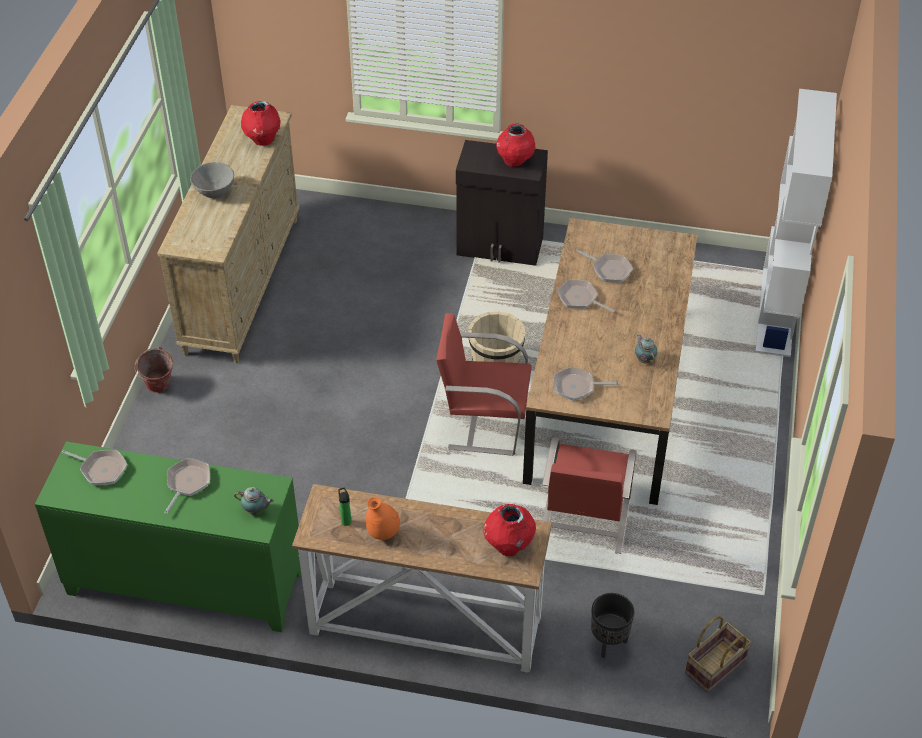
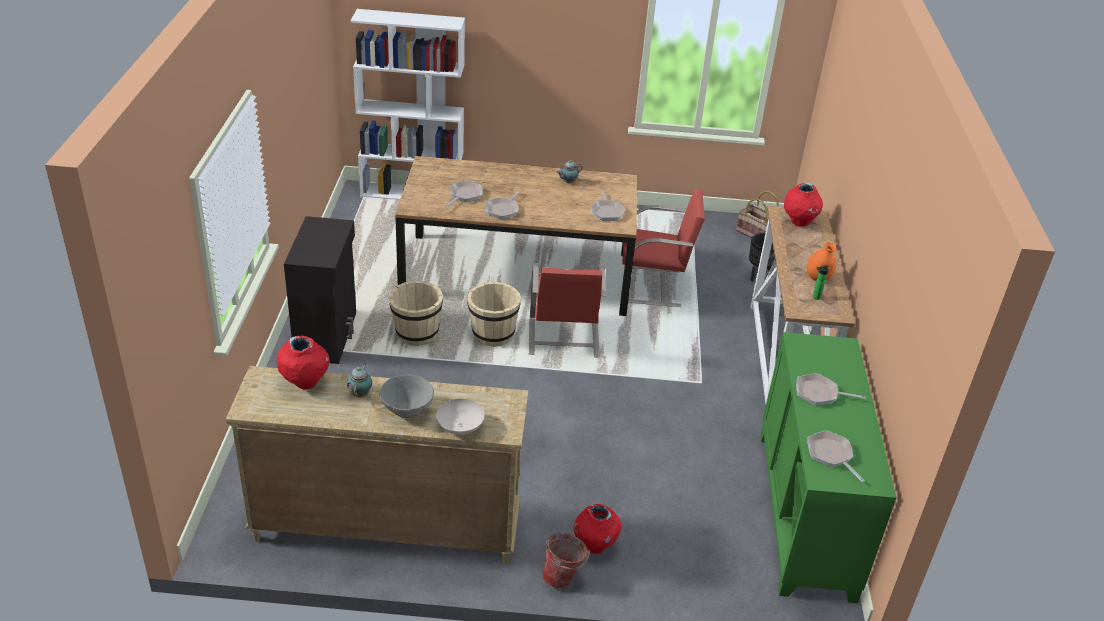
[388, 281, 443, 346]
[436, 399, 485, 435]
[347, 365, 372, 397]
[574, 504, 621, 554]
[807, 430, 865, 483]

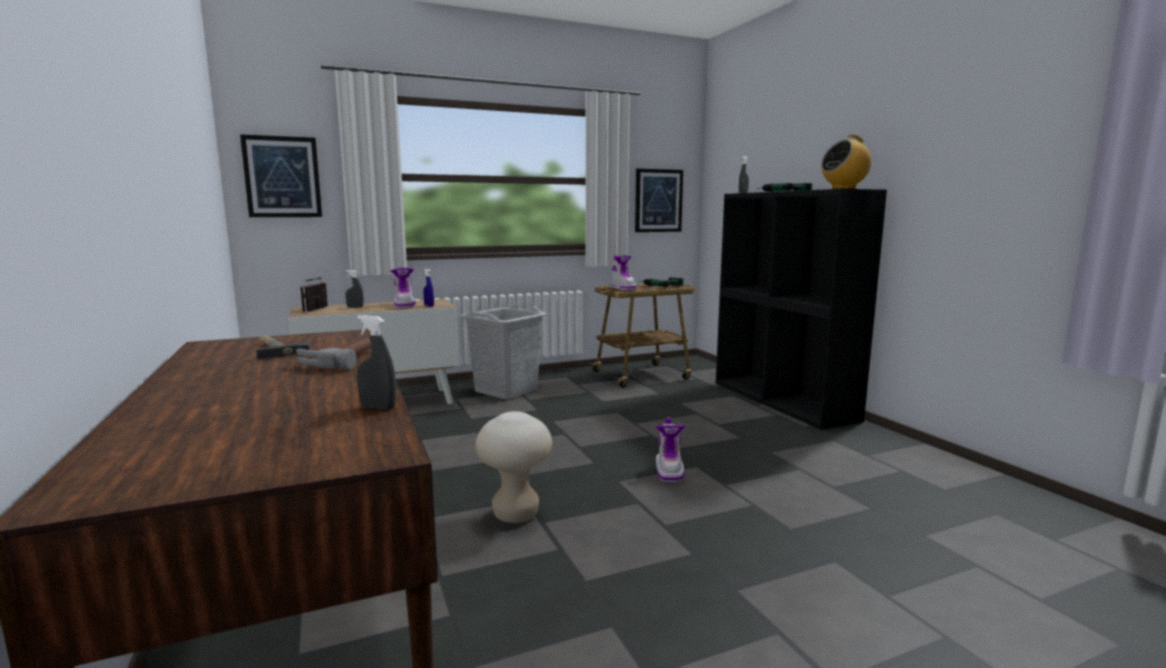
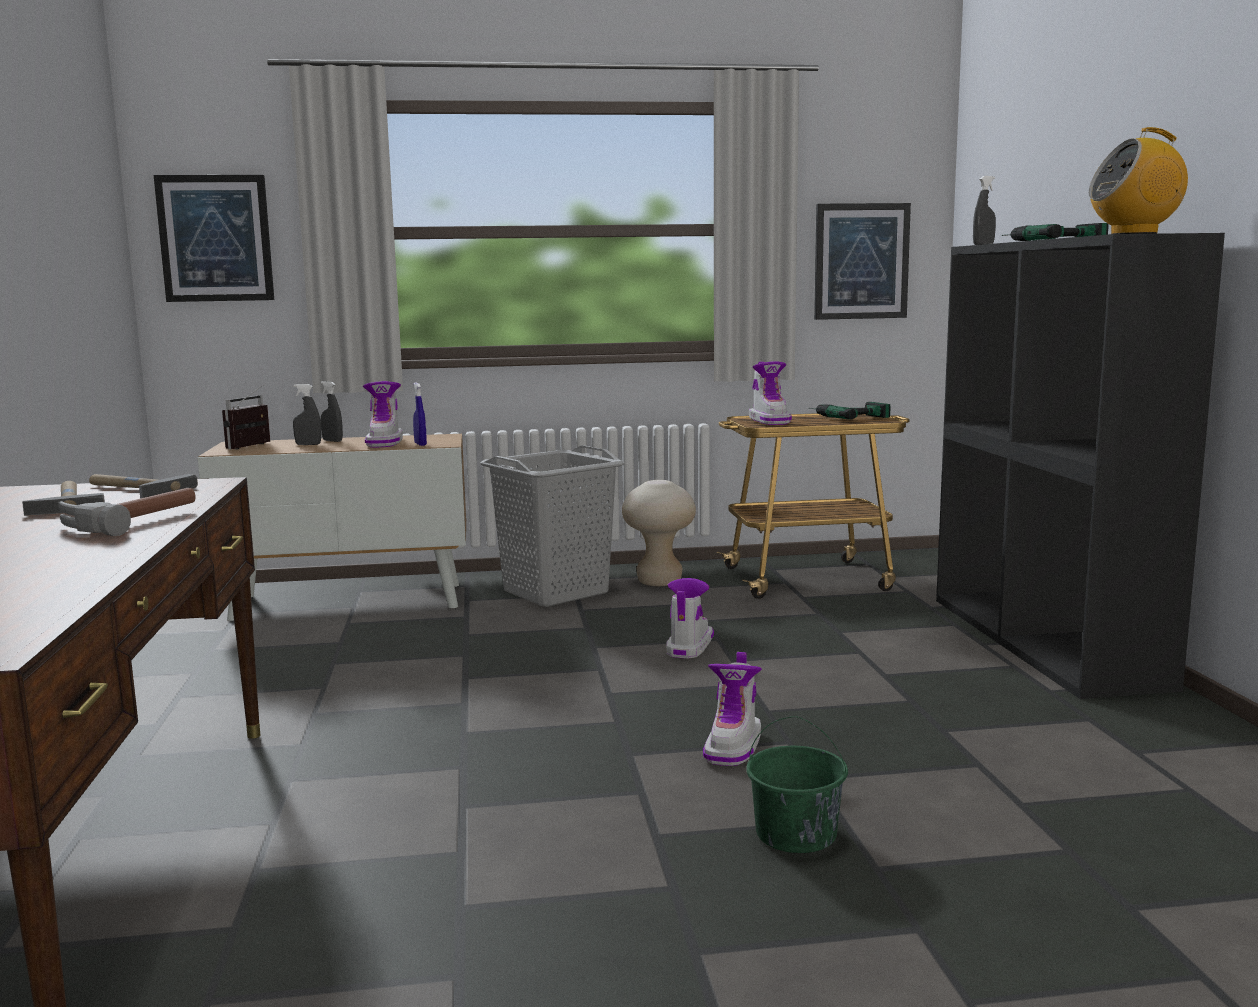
[89, 474, 198, 499]
[666, 578, 714, 659]
[746, 716, 848, 853]
[321, 381, 343, 442]
[622, 480, 696, 586]

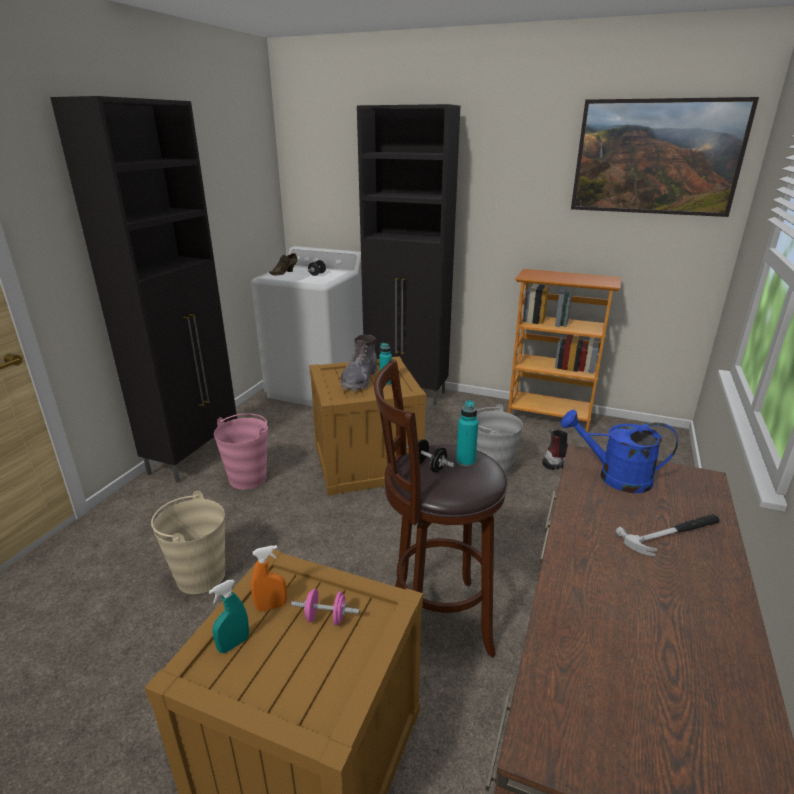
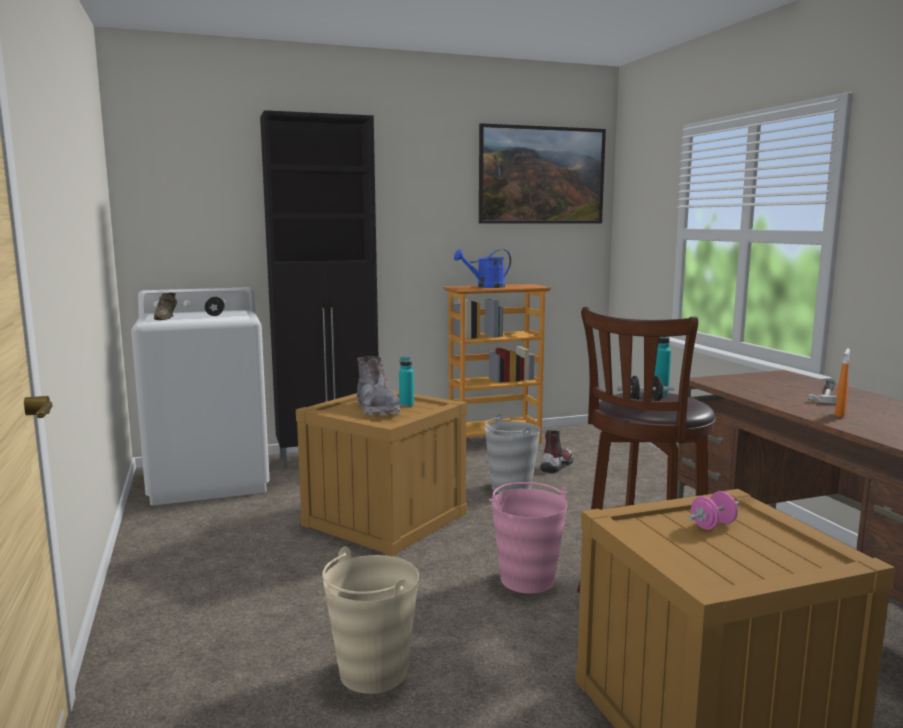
[50, 96, 237, 483] (first image)
[209, 580, 249, 653] (first image)
[489, 482, 567, 593]
[835, 348, 850, 417]
[454, 249, 511, 288]

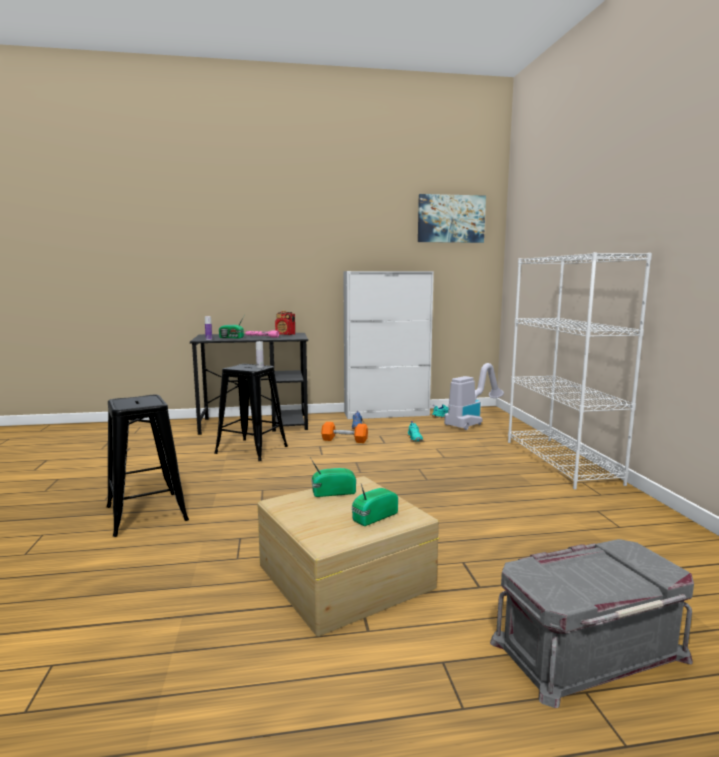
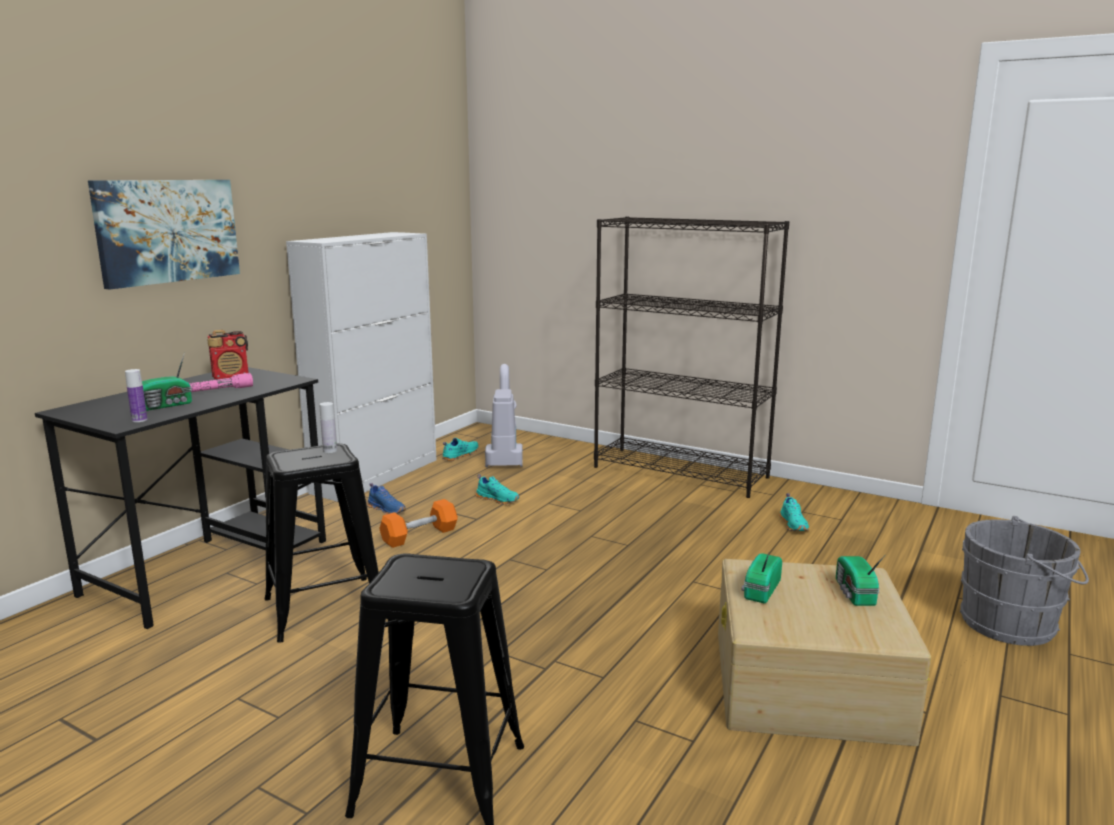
[779, 493, 809, 531]
[88, 180, 240, 290]
[960, 516, 1089, 646]
[594, 216, 789, 498]

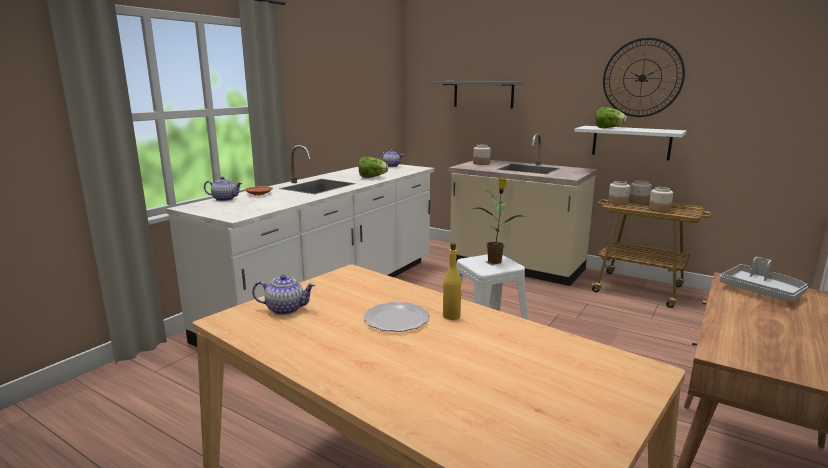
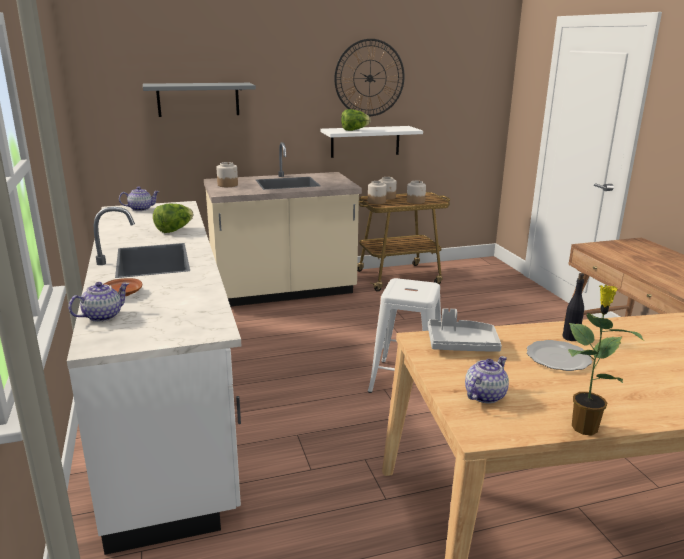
[567, 285, 644, 436]
[428, 308, 502, 352]
[562, 273, 584, 341]

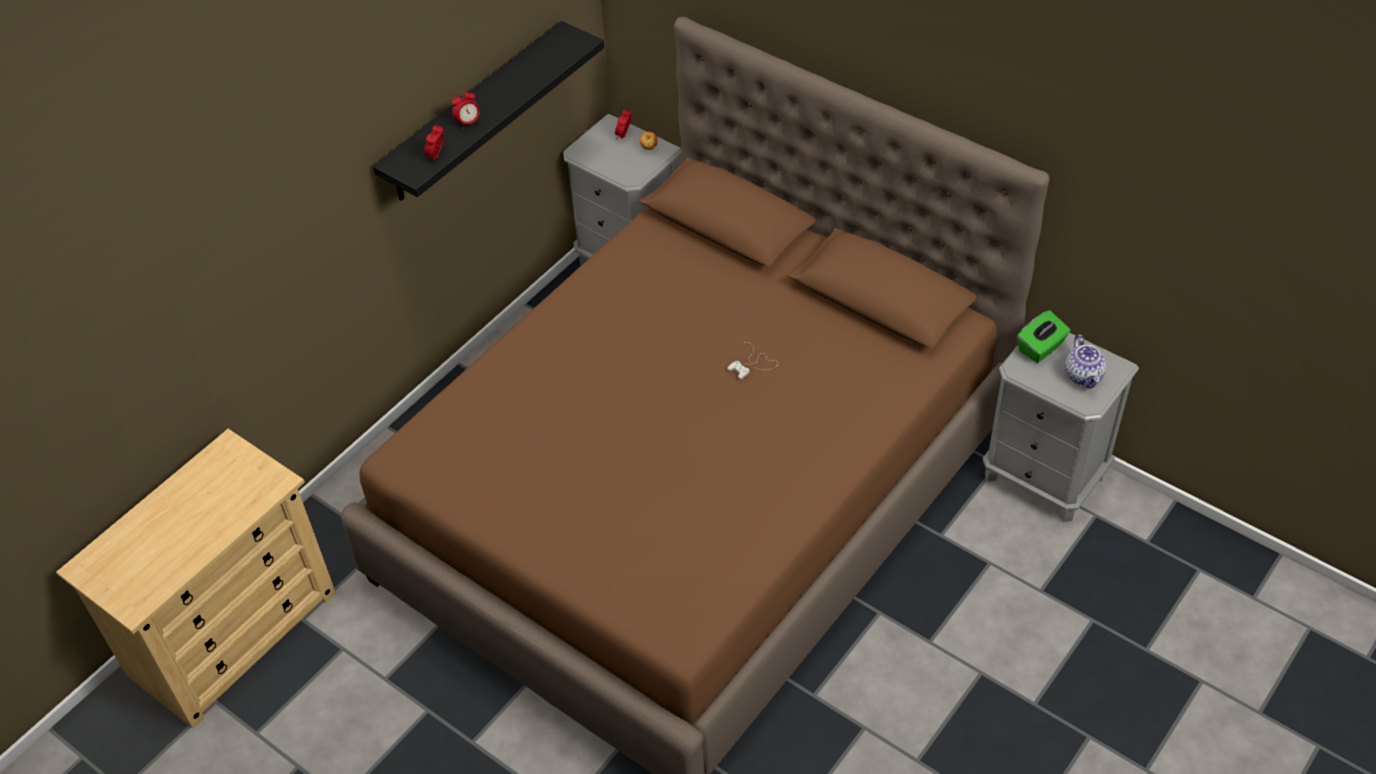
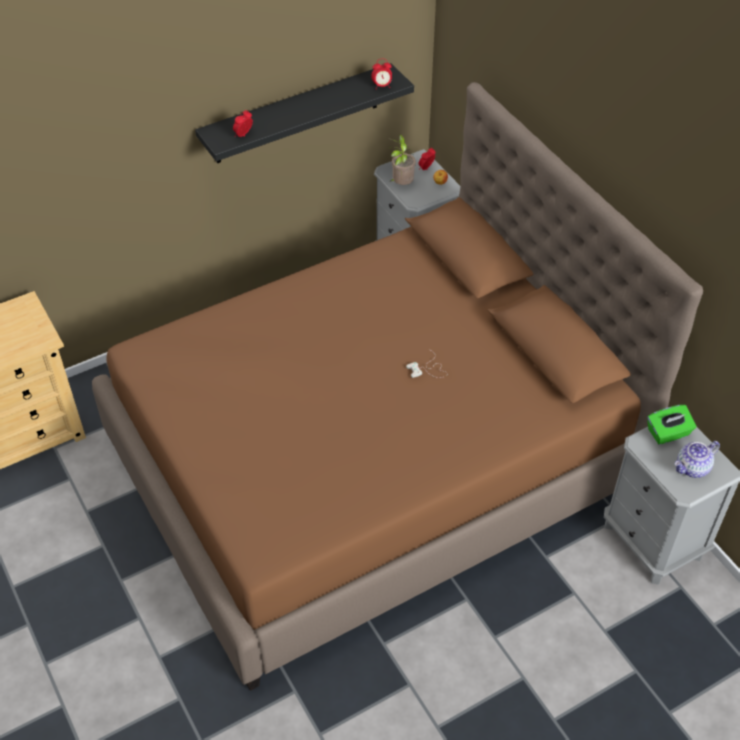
[388, 134, 416, 185]
[371, 59, 392, 89]
[674, 441, 720, 478]

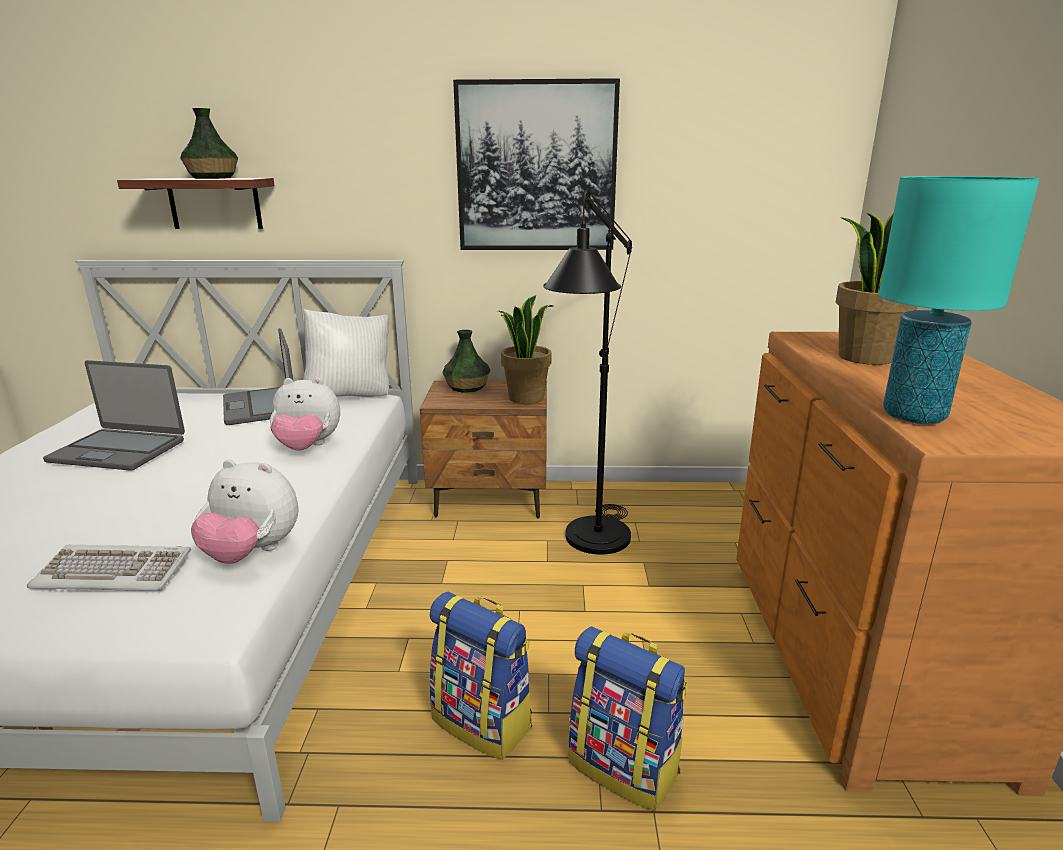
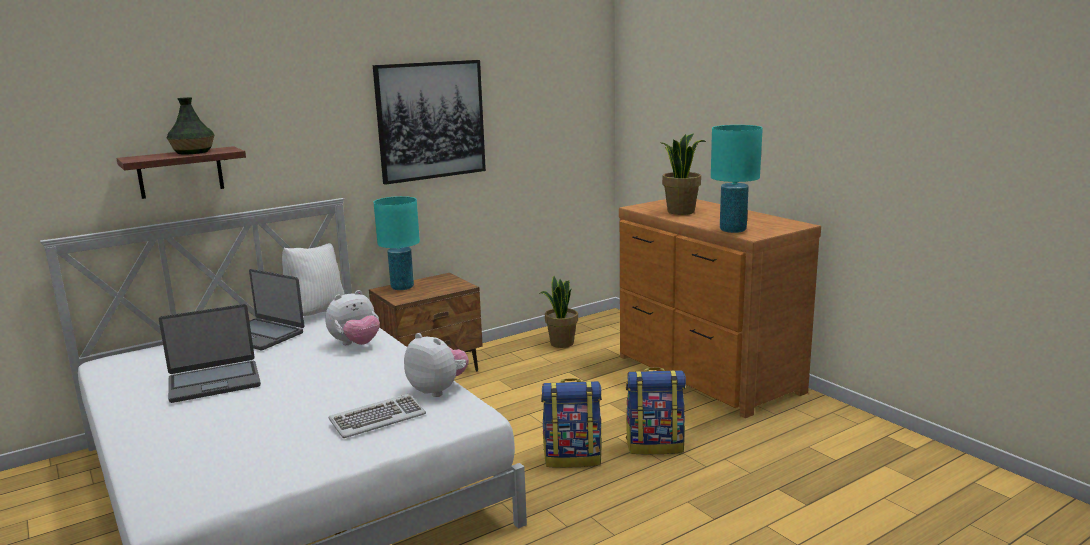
[543, 189, 632, 555] (first image)
[539, 276, 578, 348]
[373, 196, 420, 290]
[404, 333, 469, 397]

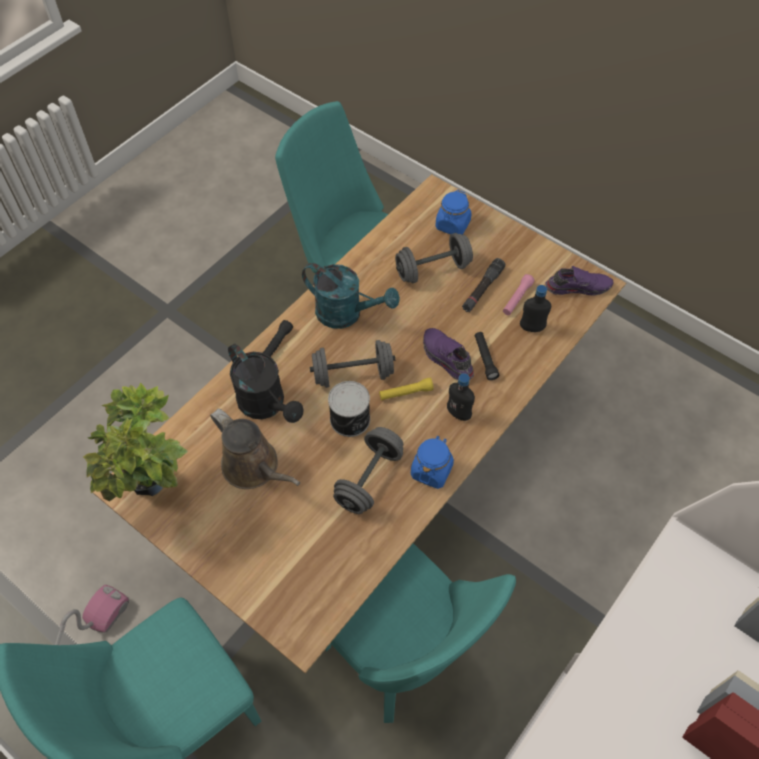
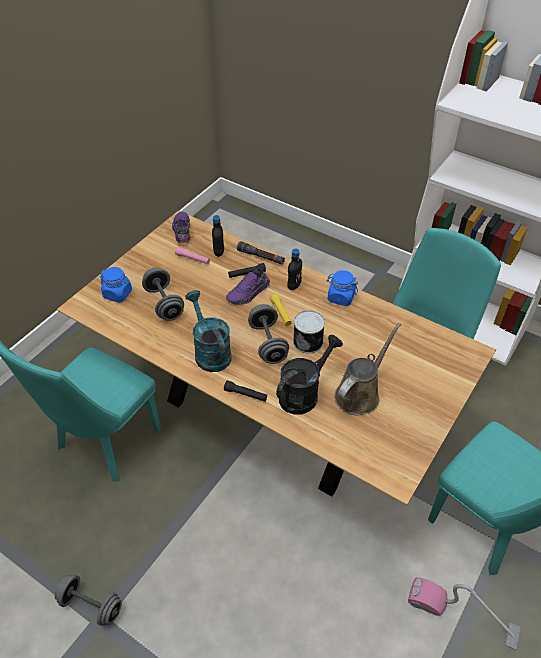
[83, 383, 188, 502] (first image)
[55, 575, 122, 626]
[237, 241, 285, 264]
[185, 290, 231, 372]

